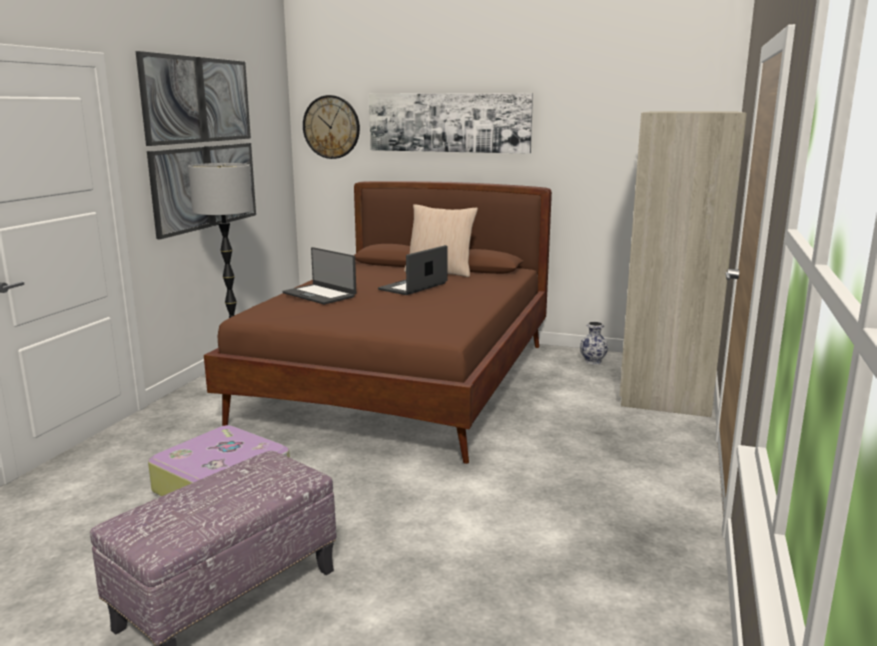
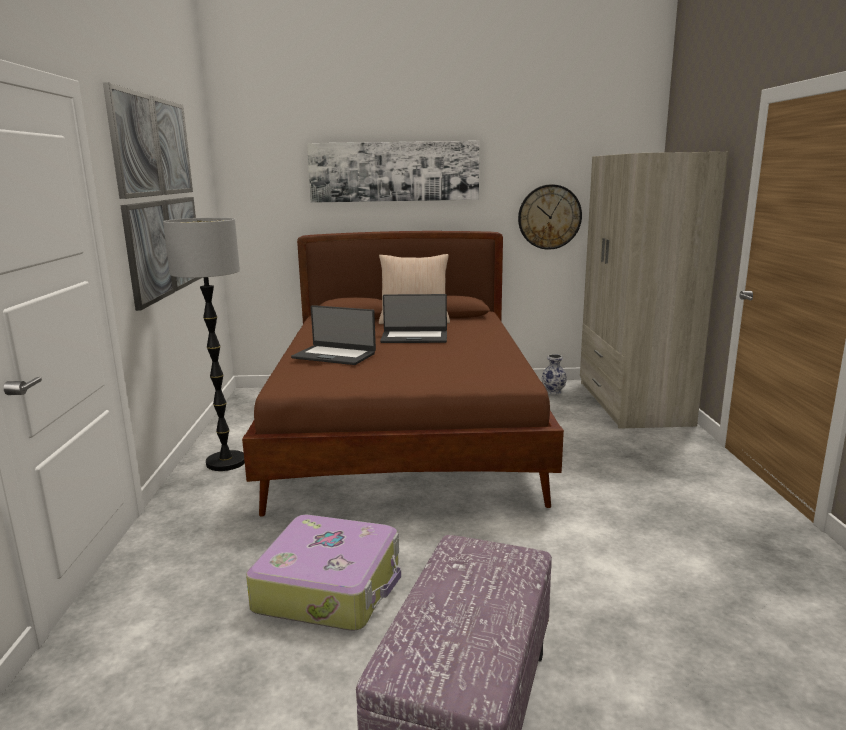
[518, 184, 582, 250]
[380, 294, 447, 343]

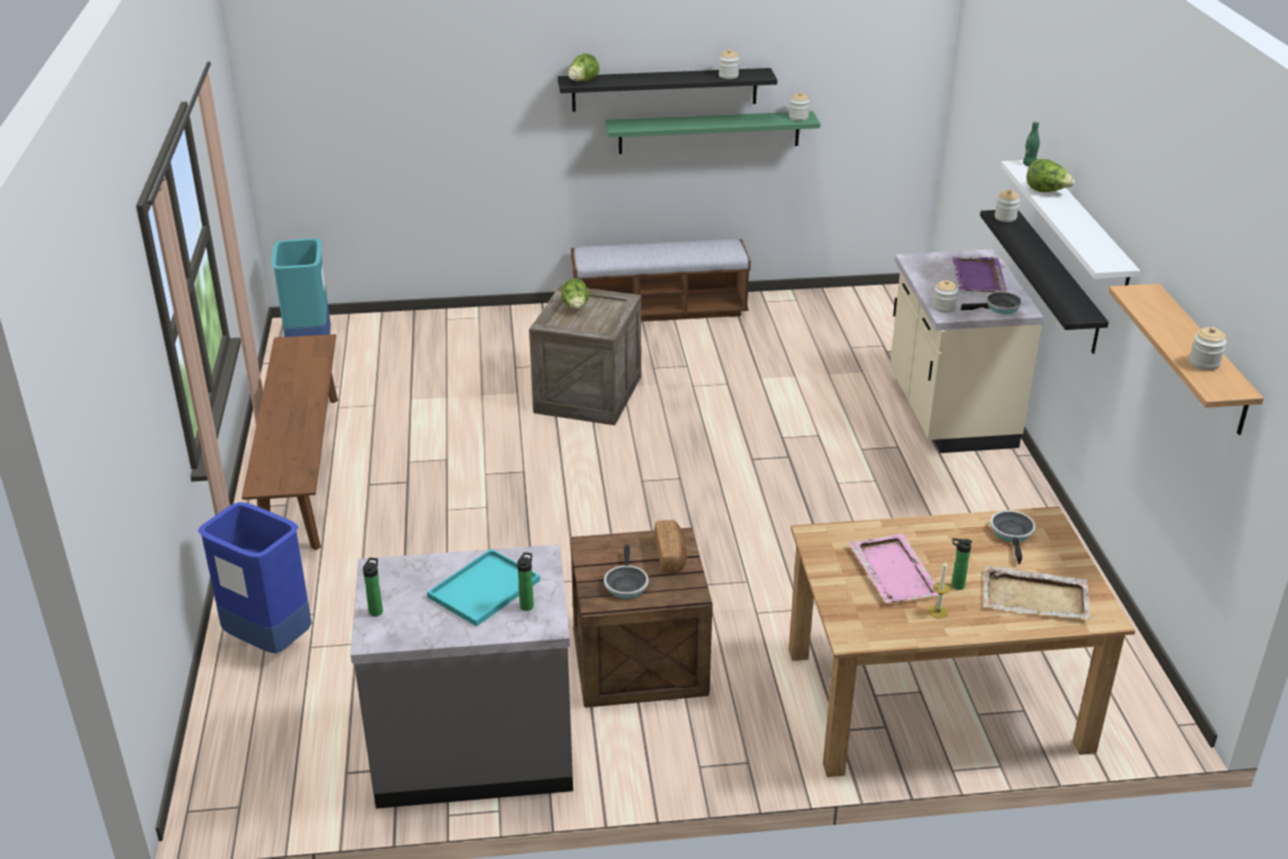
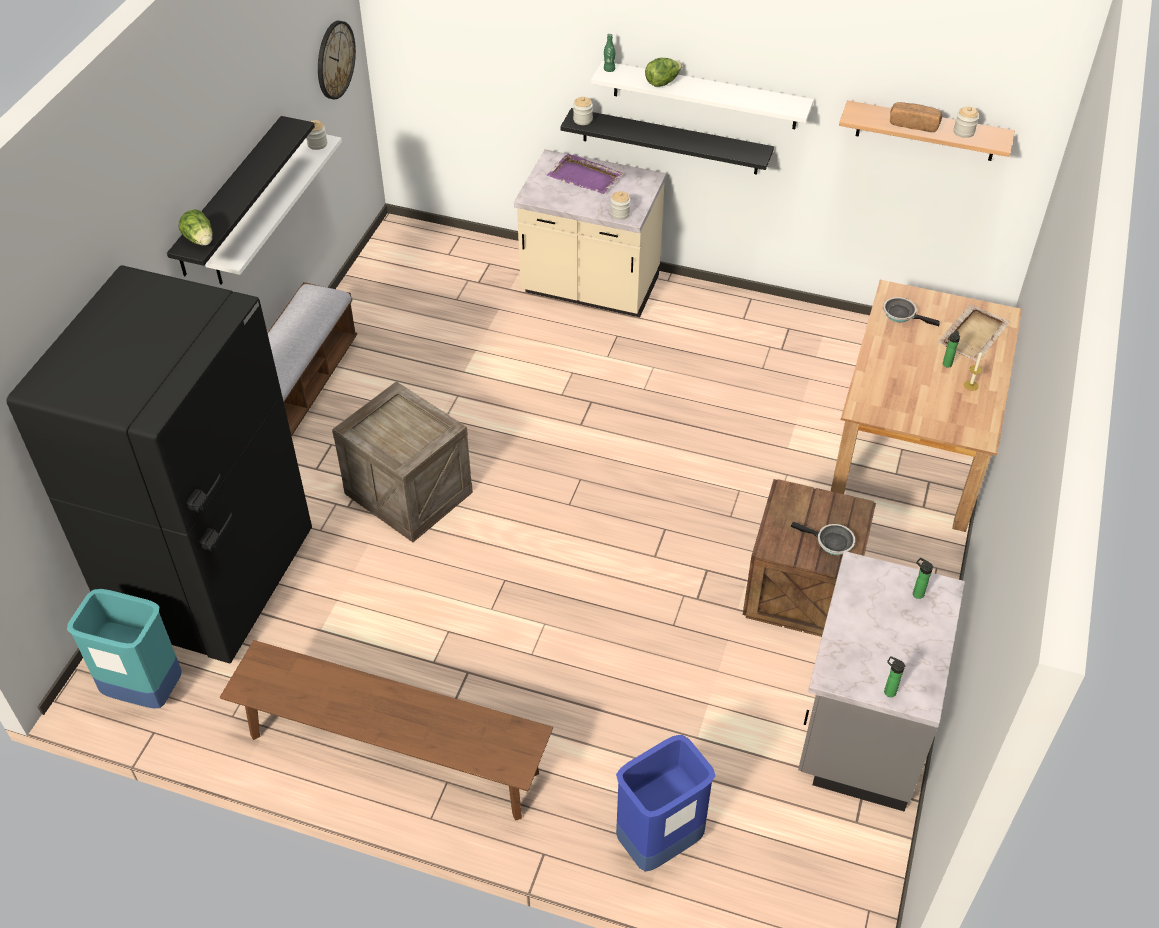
[427, 549, 540, 627] (first image)
[561, 278, 589, 309] (first image)
[719, 49, 739, 79] (first image)
[848, 533, 944, 603] (first image)
[961, 292, 1022, 314] (first image)
[7, 265, 312, 664]
[318, 21, 356, 99]
[890, 102, 942, 132]
[205, 134, 342, 285]

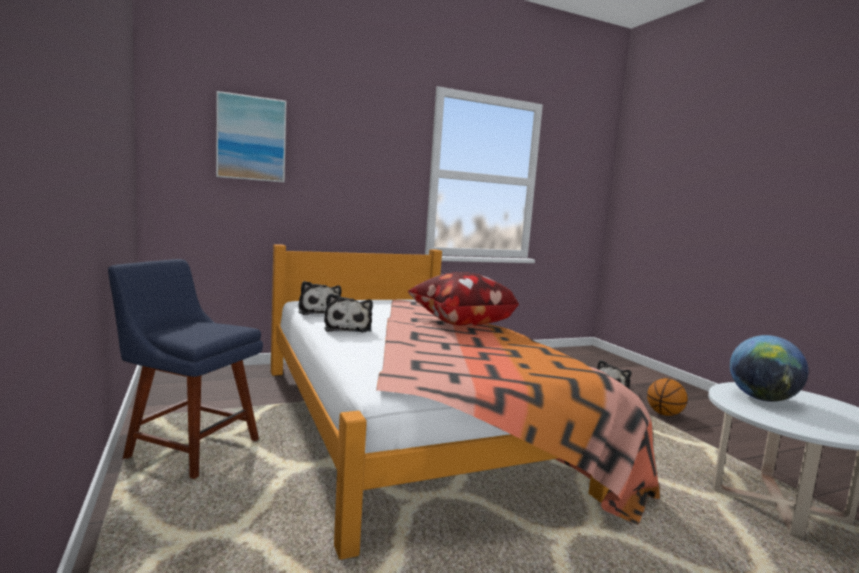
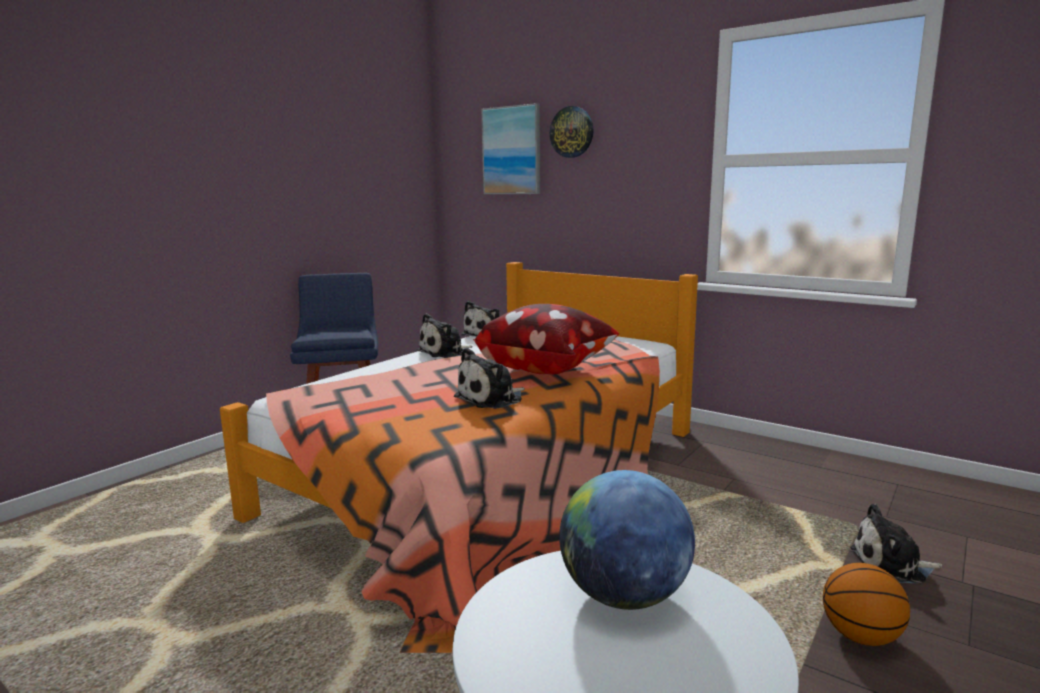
[454, 347, 525, 409]
[550, 106, 593, 158]

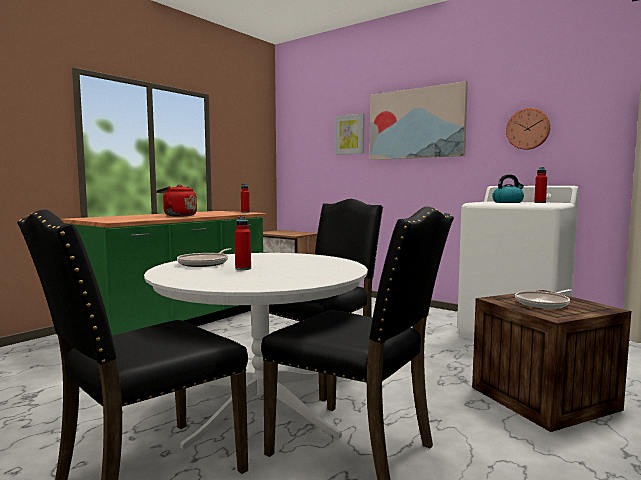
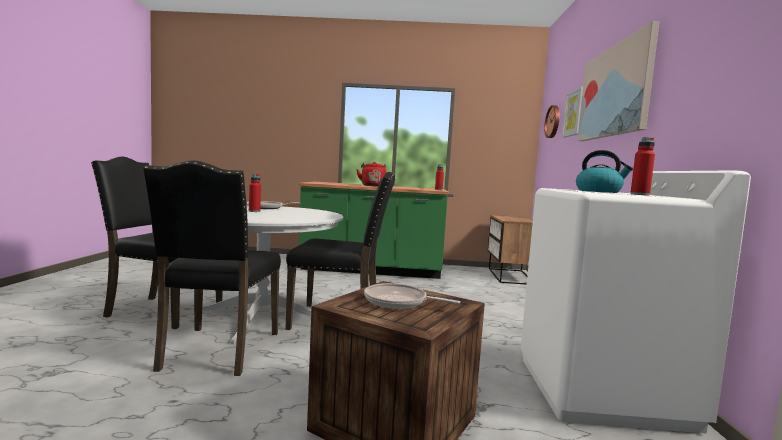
[544, 105, 560, 138]

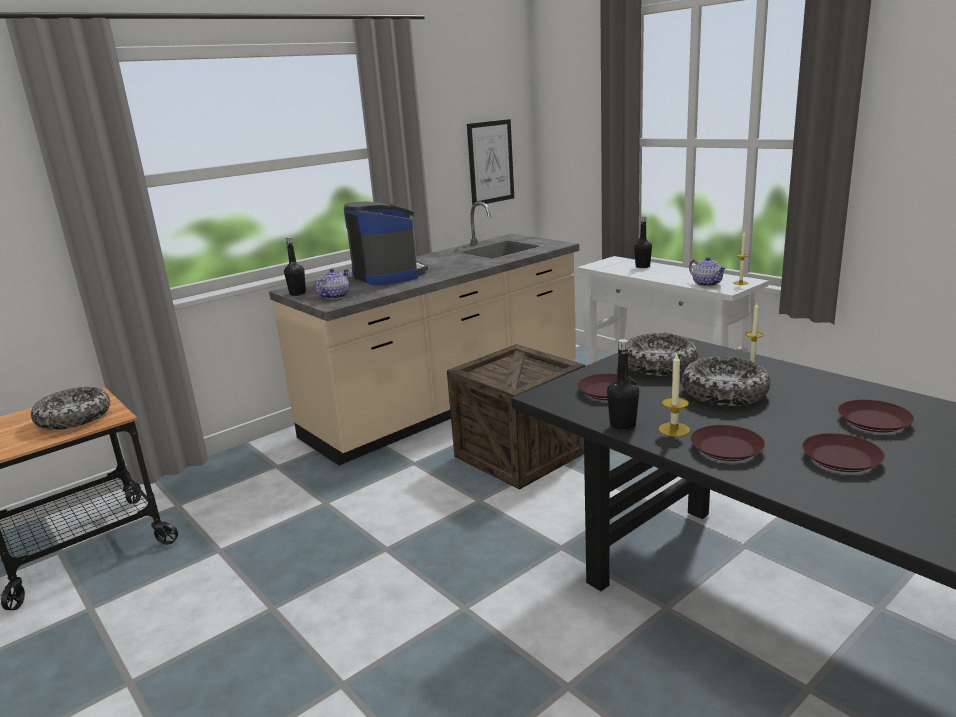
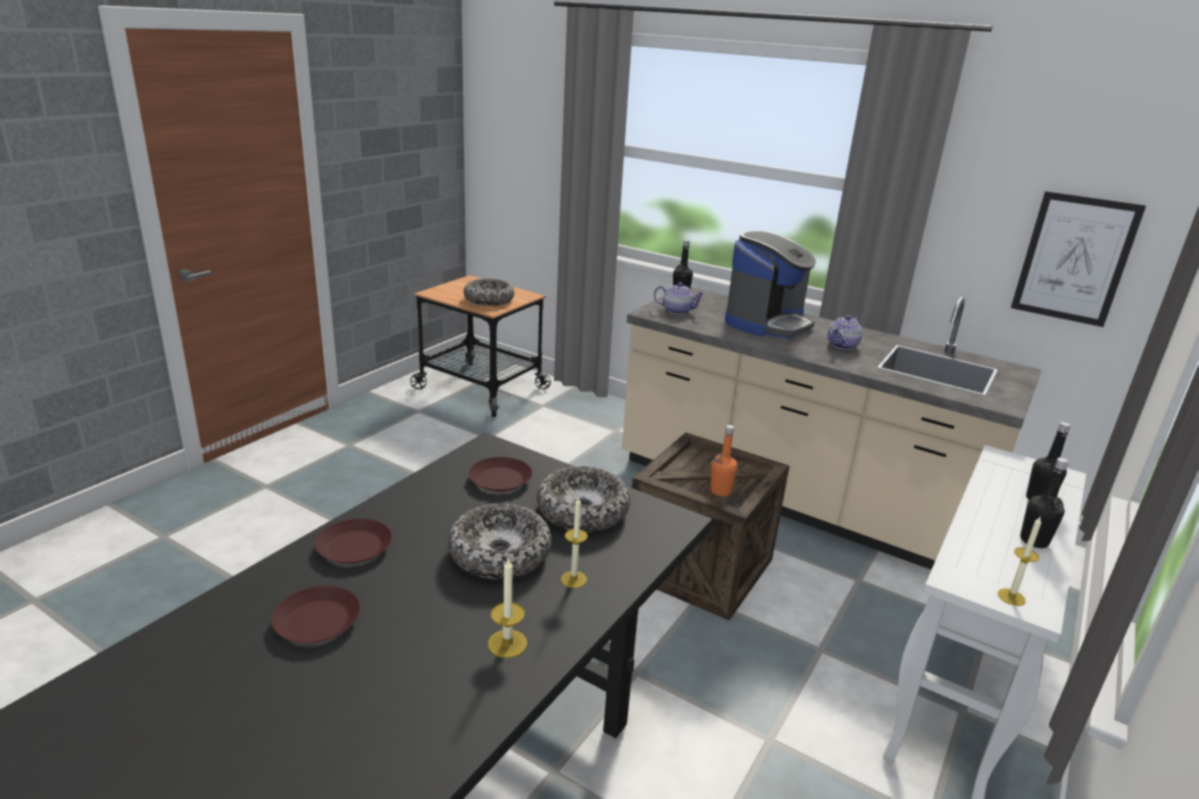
[838, 400, 914, 433] (first image)
[711, 425, 737, 496]
[1020, 458, 1069, 548]
[488, 557, 527, 658]
[828, 315, 862, 350]

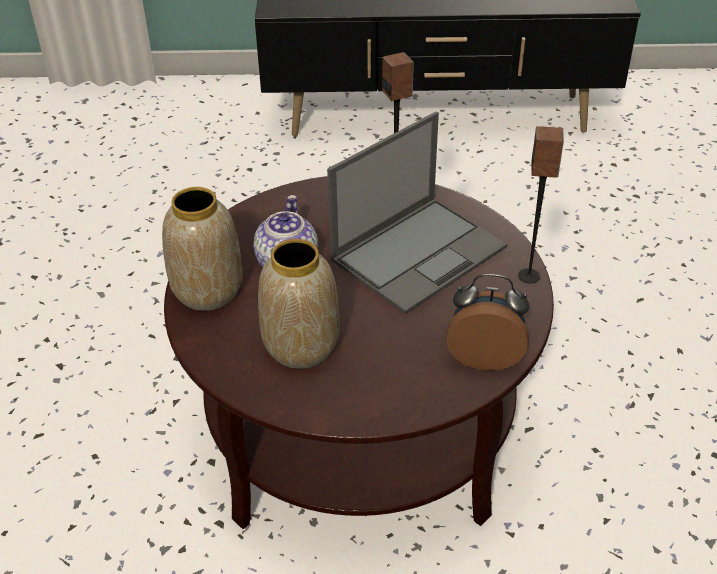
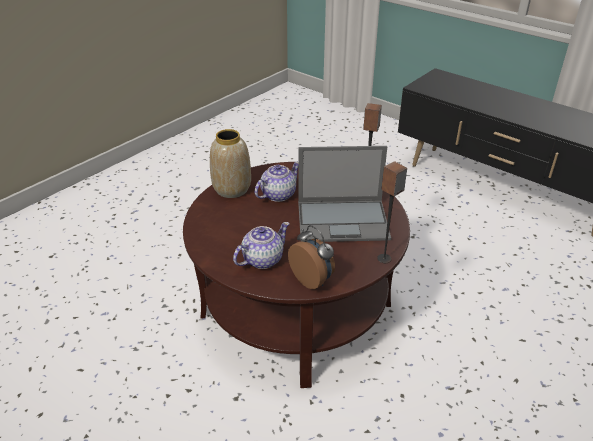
[258, 239, 340, 369] (first image)
[233, 222, 290, 269]

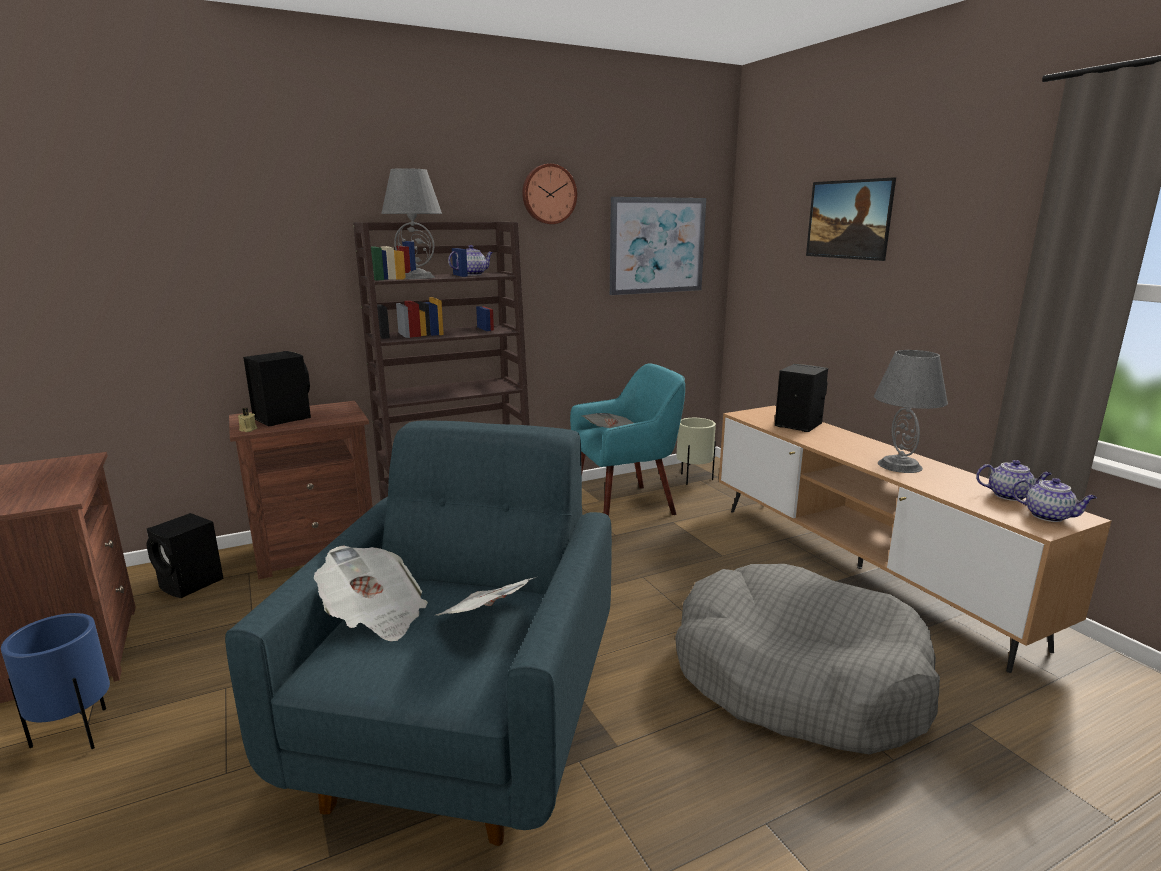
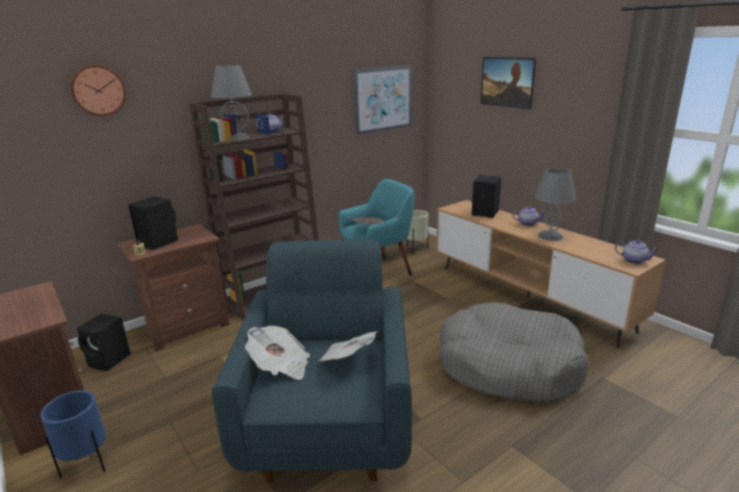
[70, 65, 126, 116]
[512, 206, 545, 226]

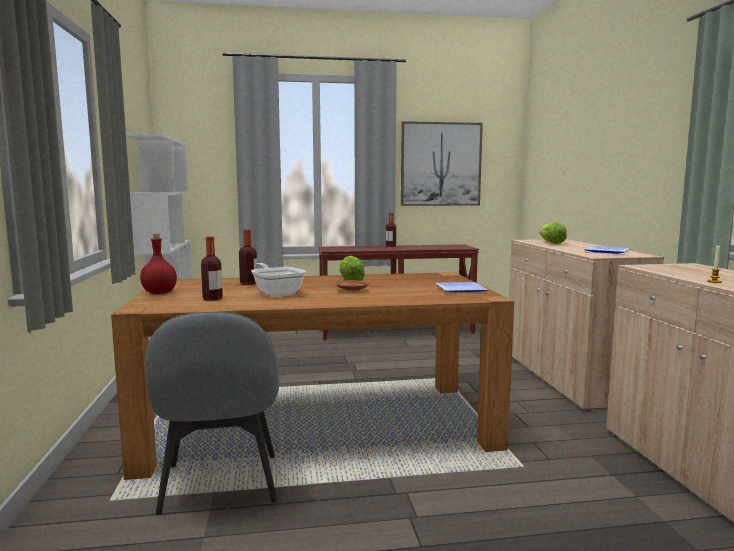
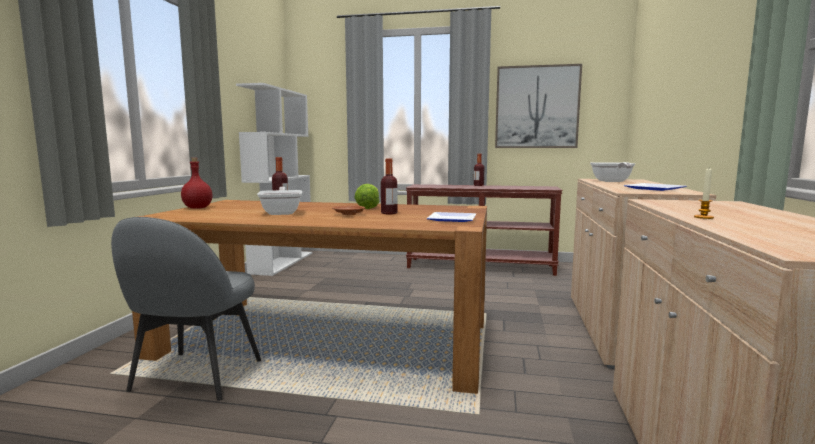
[381, 158, 397, 214]
[590, 162, 635, 182]

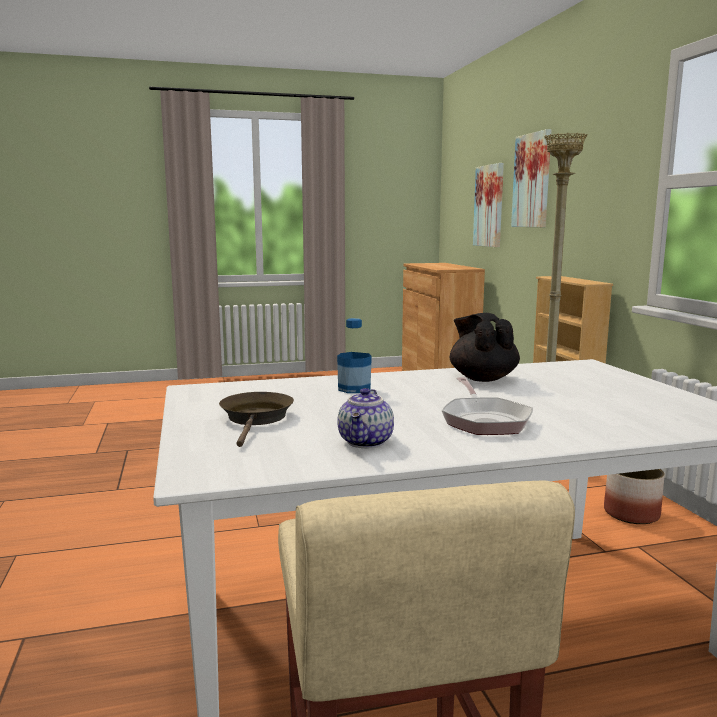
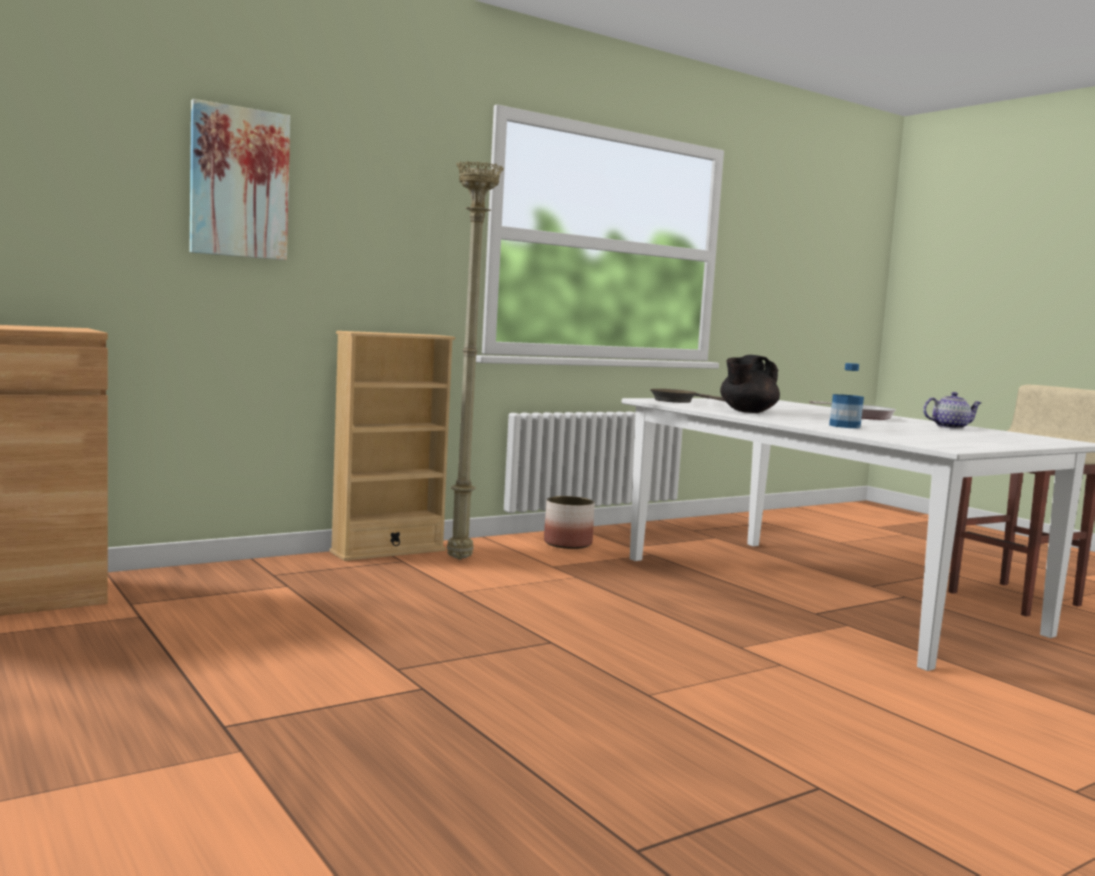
[473, 163, 504, 247] (first image)
[650, 389, 725, 403]

